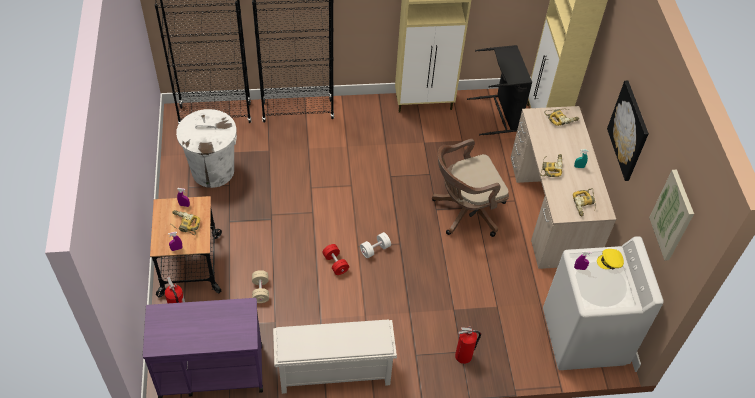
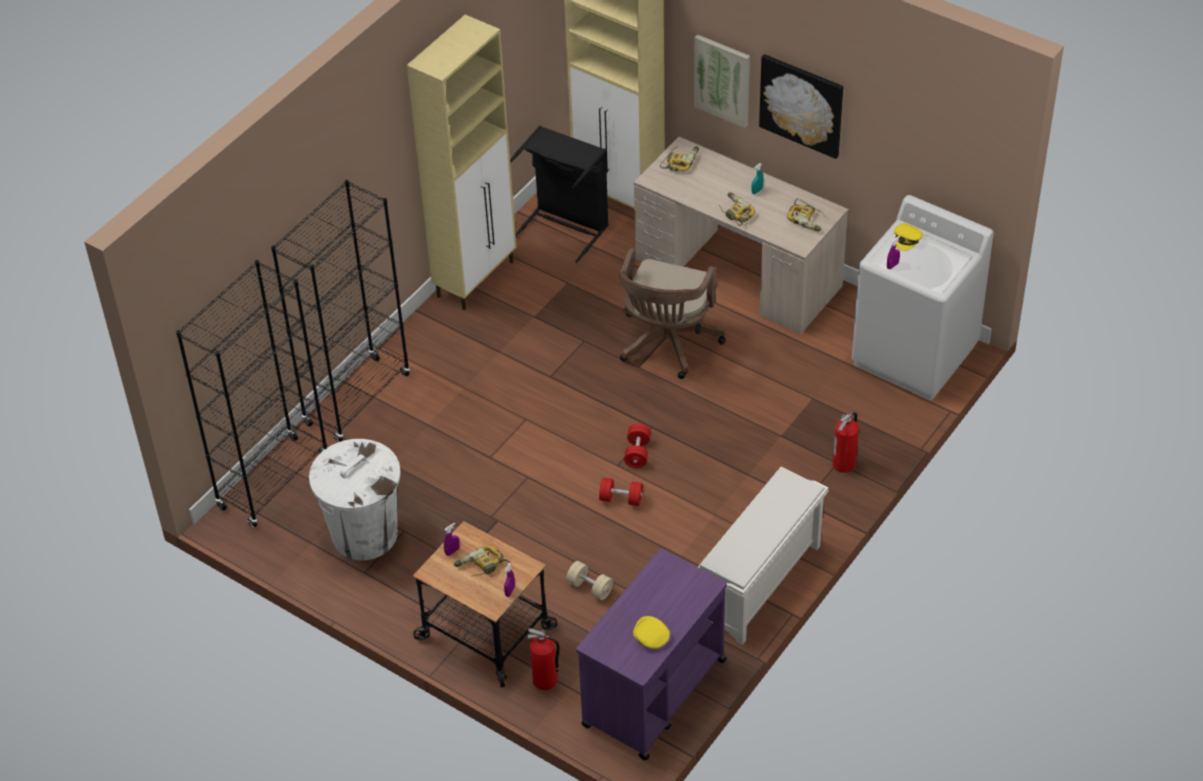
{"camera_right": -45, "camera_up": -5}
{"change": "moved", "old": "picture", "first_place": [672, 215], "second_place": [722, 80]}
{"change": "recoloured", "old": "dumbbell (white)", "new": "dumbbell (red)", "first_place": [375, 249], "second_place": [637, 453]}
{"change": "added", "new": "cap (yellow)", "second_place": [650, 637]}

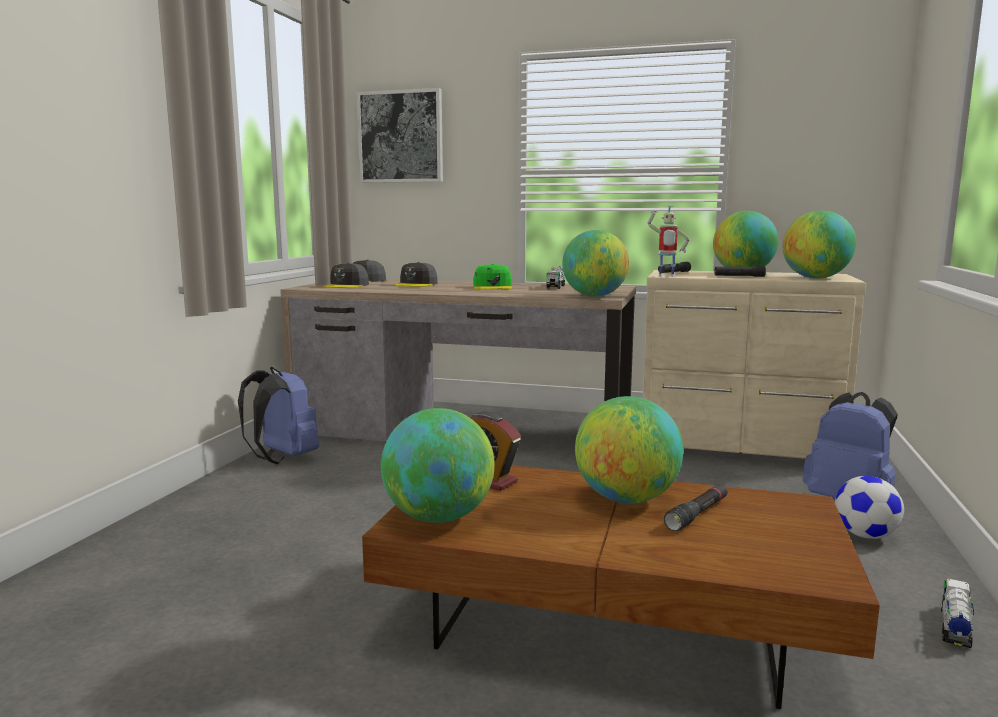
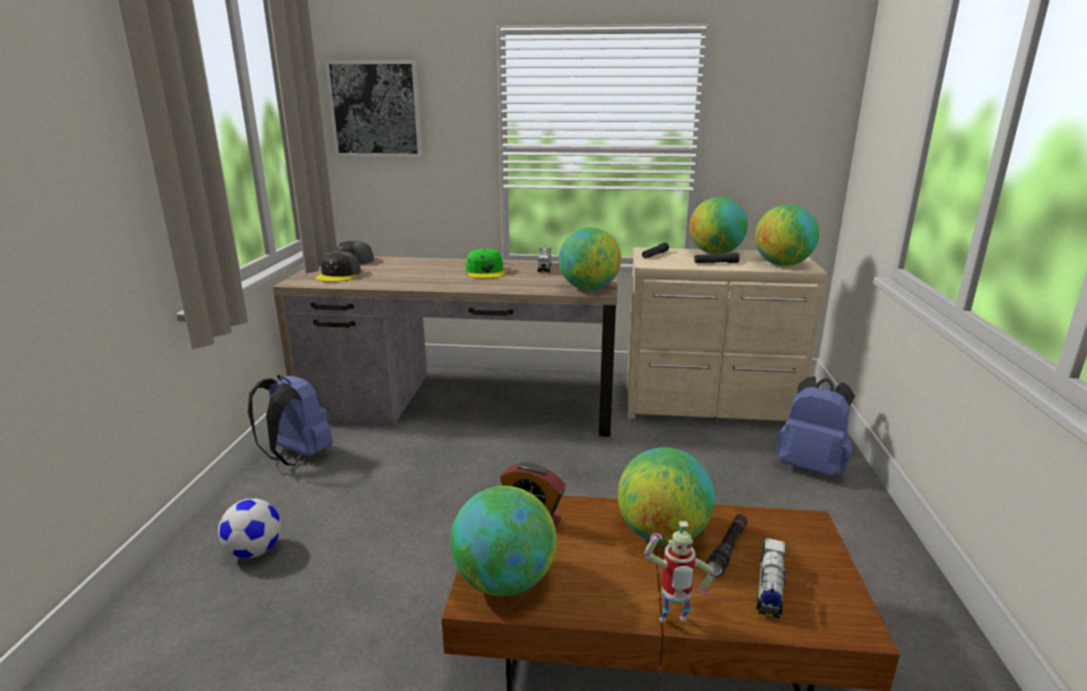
{"camera_right": -10, "camera_up": 10}
{"change": "moved", "old": "toy robot", "first_place": [666, 276], "second_place": [673, 622]}
{"change": "removed", "old": "cap (grey)", "first_place": [416, 284]}
{"change": "moved", "old": "football", "first_place": [865, 535], "second_place": [254, 551]}
{"change": "moved", "old": "toy truck", "first_place": [955, 627], "second_place": [769, 589]}

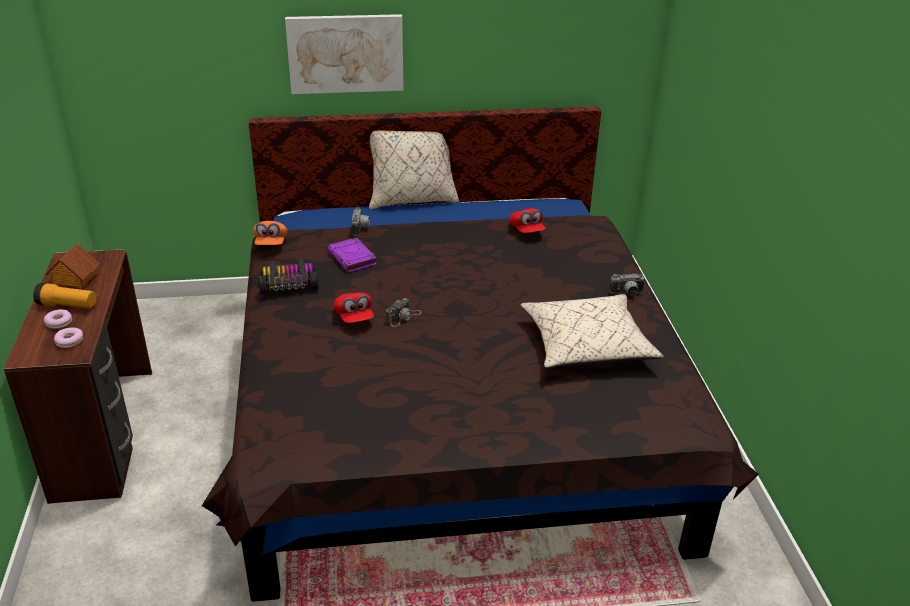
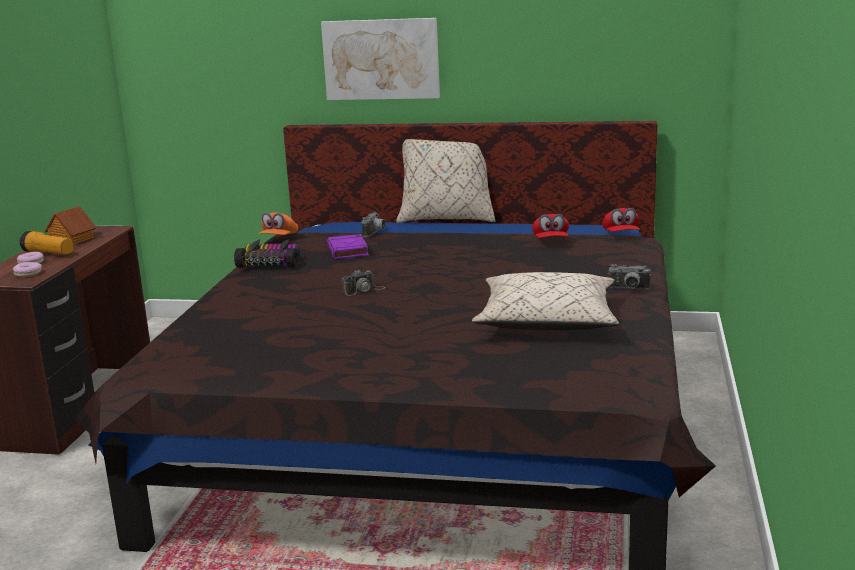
{"camera_right": 20, "camera_up": -15}
{"change": "moved", "old": "cap (red)", "first_place": [354, 317], "second_place": [621, 235]}

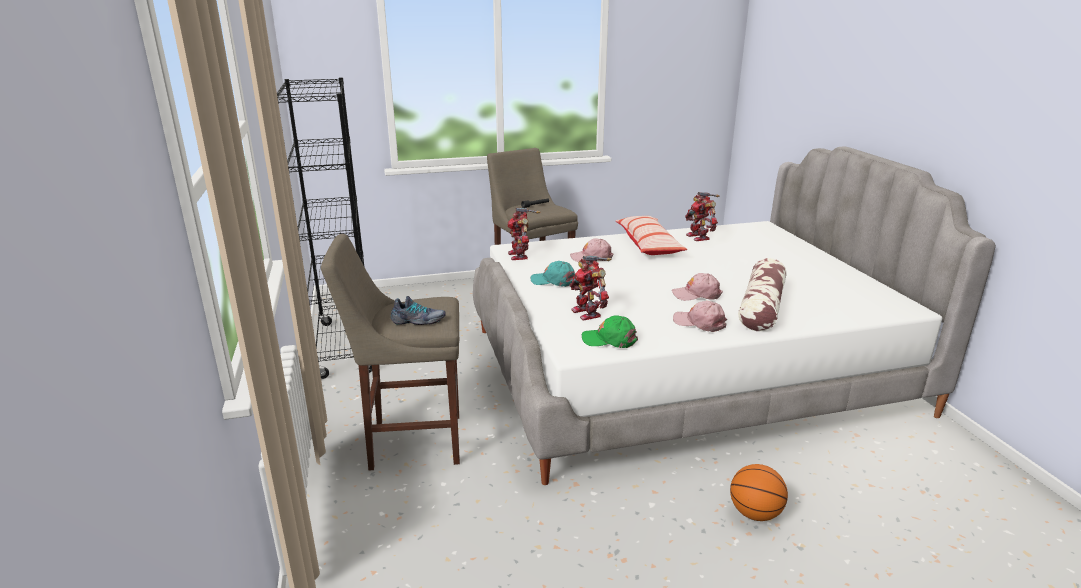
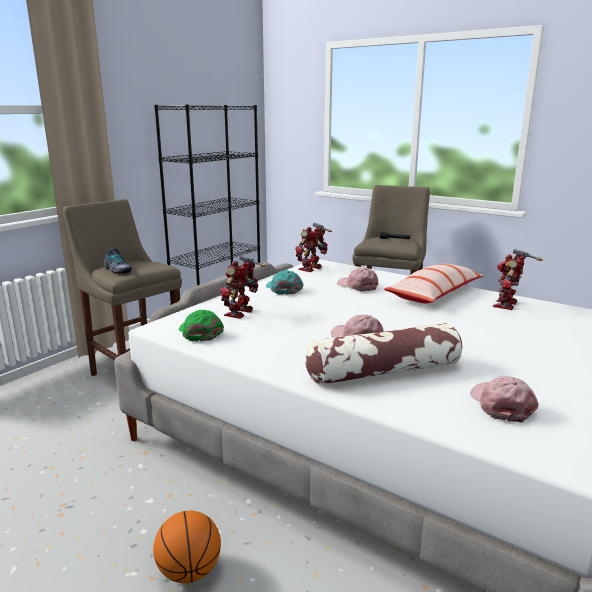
{"camera_right": 50, "camera_up": -5}
{"change": "moved", "old": "cap (pink)", "first_place": [699, 323], "second_place": [501, 404]}

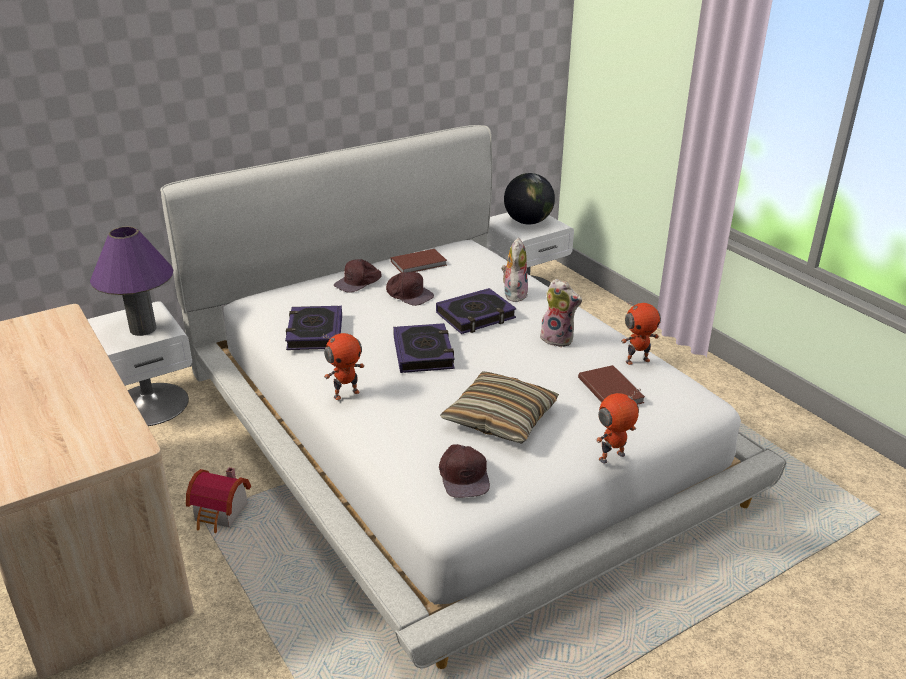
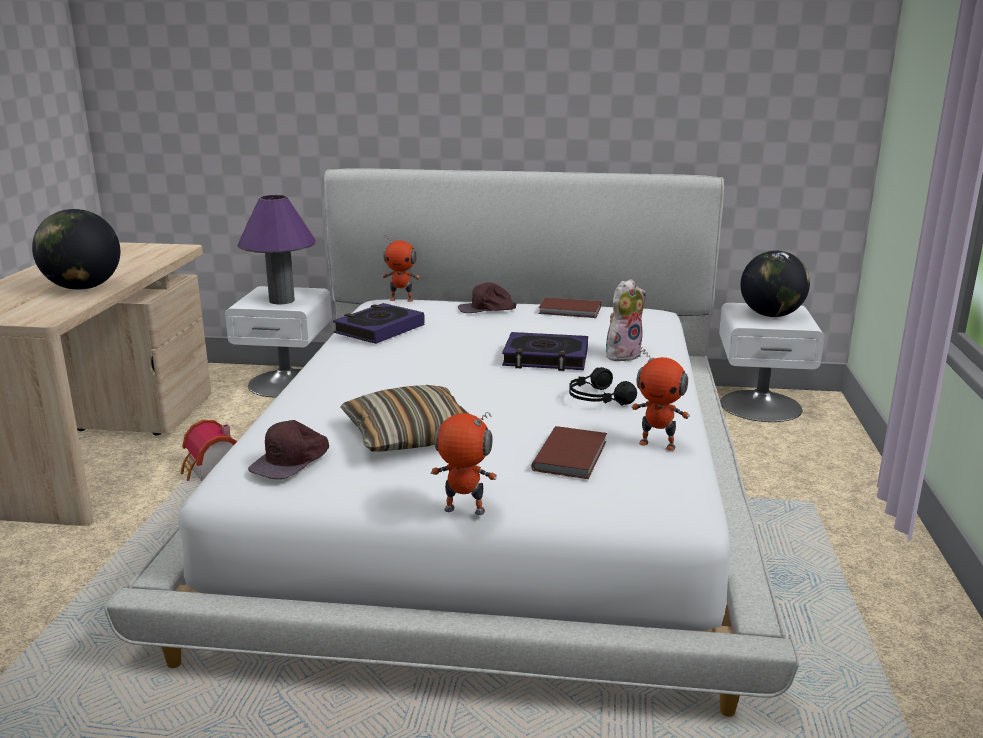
{"camera_right": 40, "camera_up": -10}
{"change": "removed", "old": "cap (brown)", "first_place": [409, 294]}
{"change": "replaced", "old": "plush toy", "new": "headphones (black)", "first_place": [558, 339], "second_place": [597, 399]}
{"change": "removed", "old": "book", "first_place": [423, 353]}
{"change": "moved", "old": "toy robot", "first_place": [346, 393], "second_place": [401, 299]}
{"change": "added", "new": "globe", "second_place": [83, 288]}

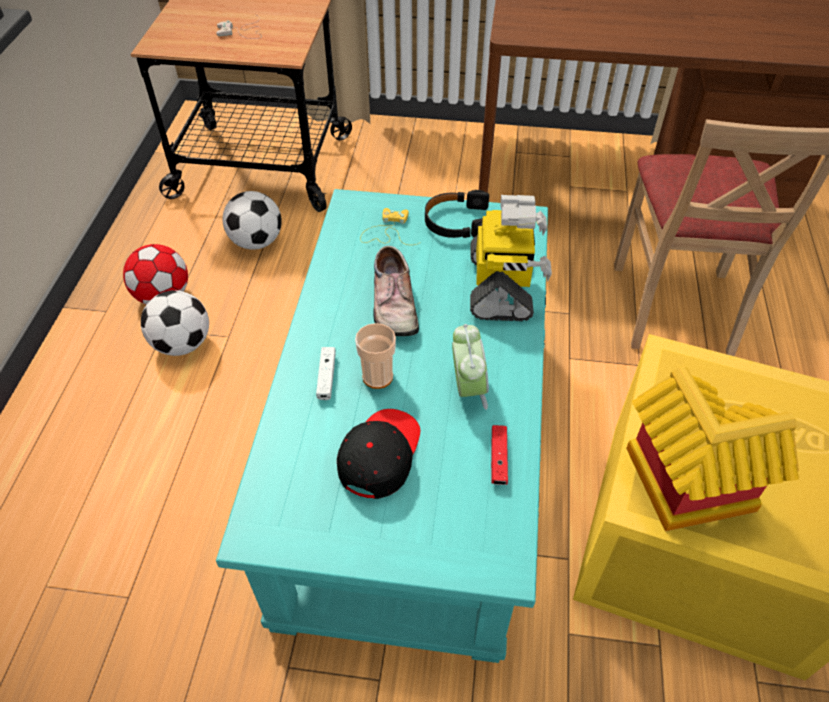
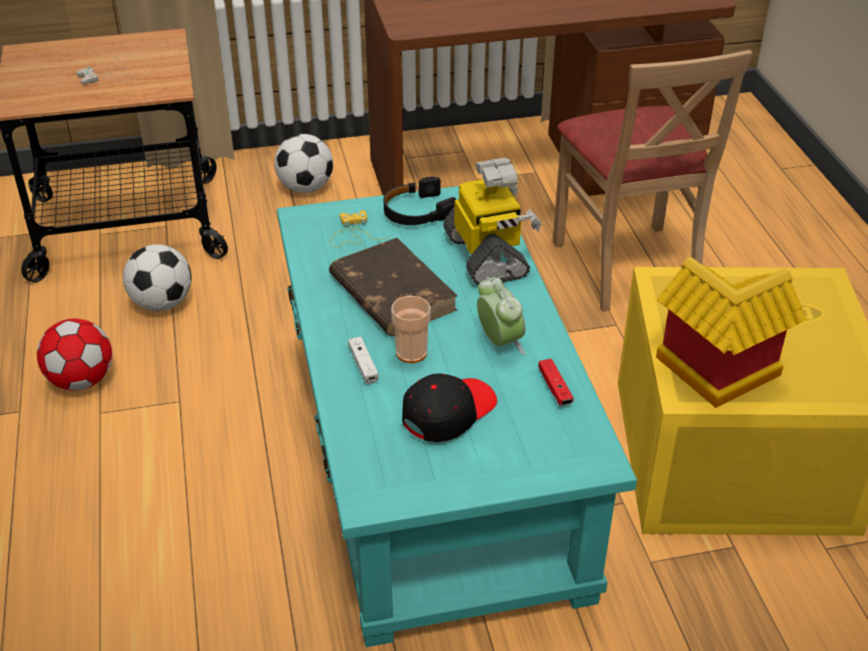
{"camera_right": -20, "camera_up": -10}
{"change": "replaced", "old": "shoe", "new": "book (brown)", "first_place": [392, 303], "second_place": [391, 292]}
{"change": "moved", "old": "football", "first_place": [183, 344], "second_place": [305, 187]}
{"change": "turned", "old": "cap (black)", "first_place": [379, 455], "second_place": [448, 412], "degrees": 45}

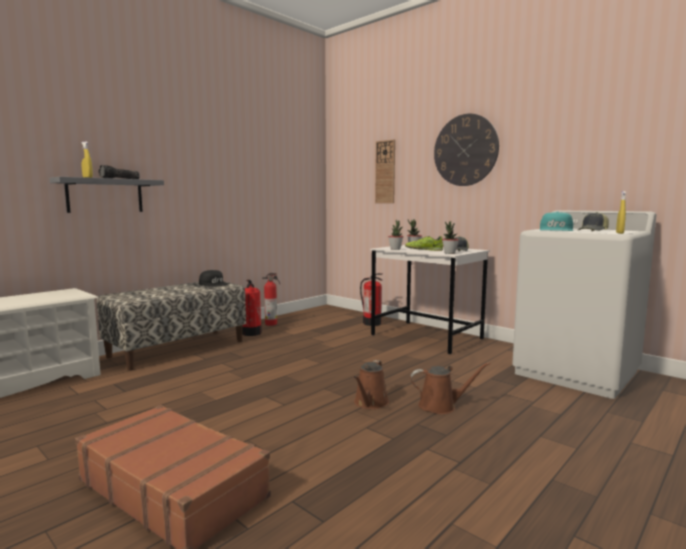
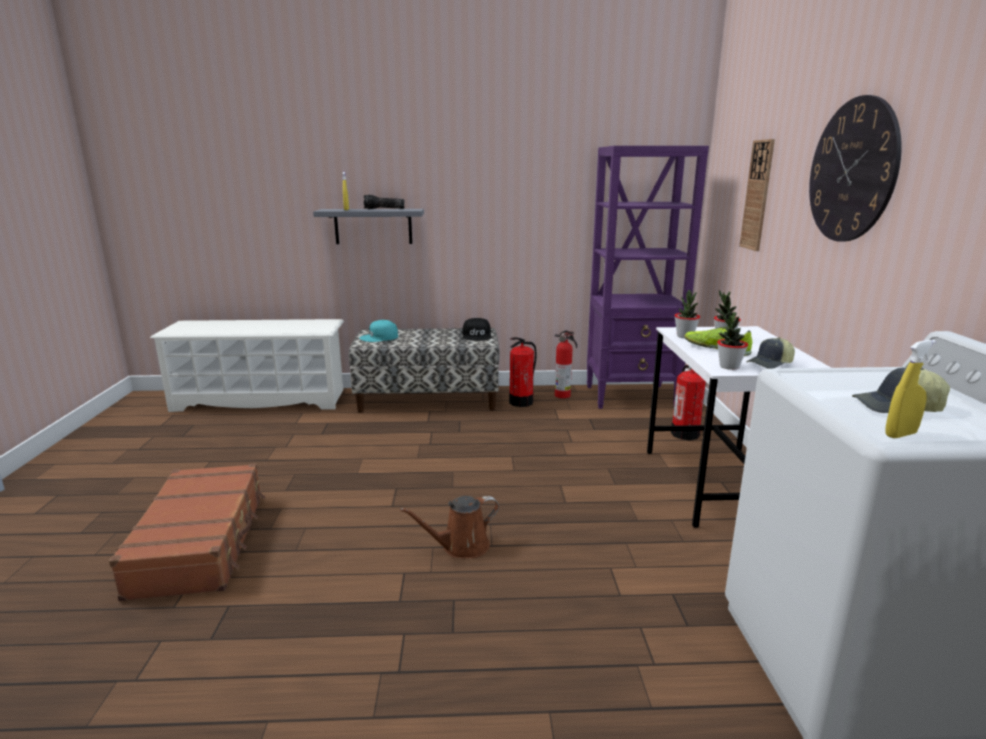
{"camera_right": 45, "camera_up": 10}
{"change": "moved", "old": "cap (turquoise)", "first_place": [556, 230], "second_place": [379, 337]}
{"change": "removed", "old": "watering can (brown)", "first_place": [441, 406]}
{"change": "added", "new": "bookcase (purple)", "second_place": [631, 396]}

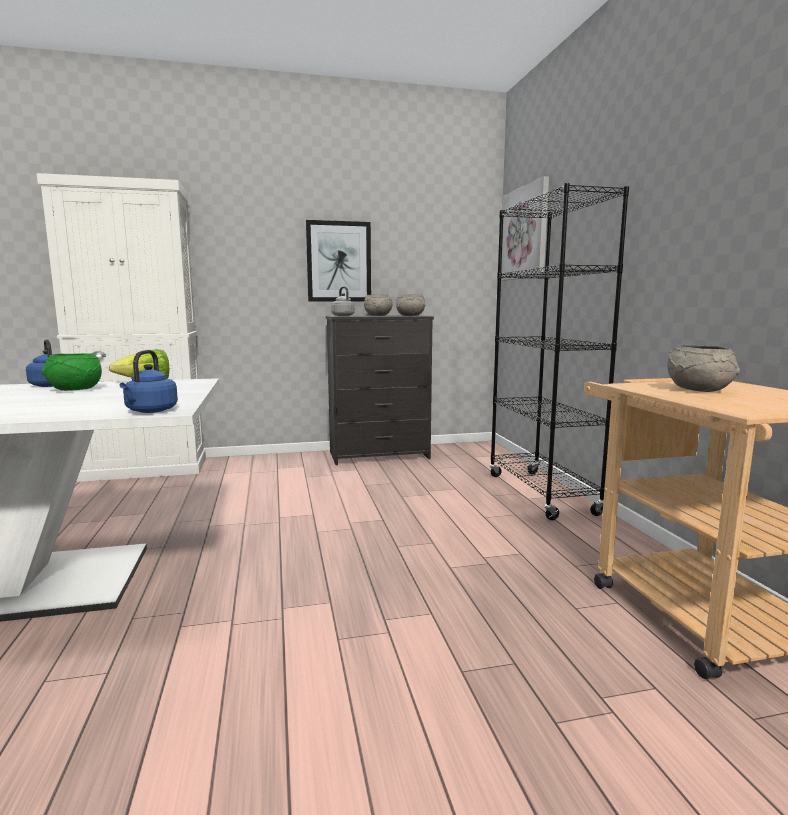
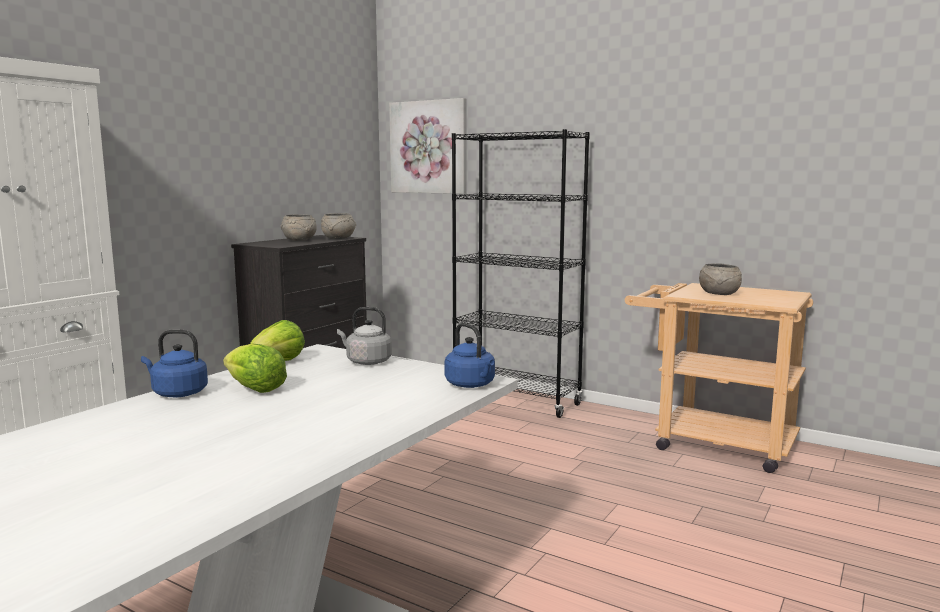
{"camera_right": -45, "camera_up": 0}
{"change": "removed", "old": "picture", "first_place": [339, 262]}
{"change": "moved", "old": "kettle (grey)", "first_place": [342, 316], "second_place": [366, 362]}
{"change": "replaced", "old": "bowl (green)", "new": "lettuce", "first_place": [74, 390], "second_place": [255, 389]}

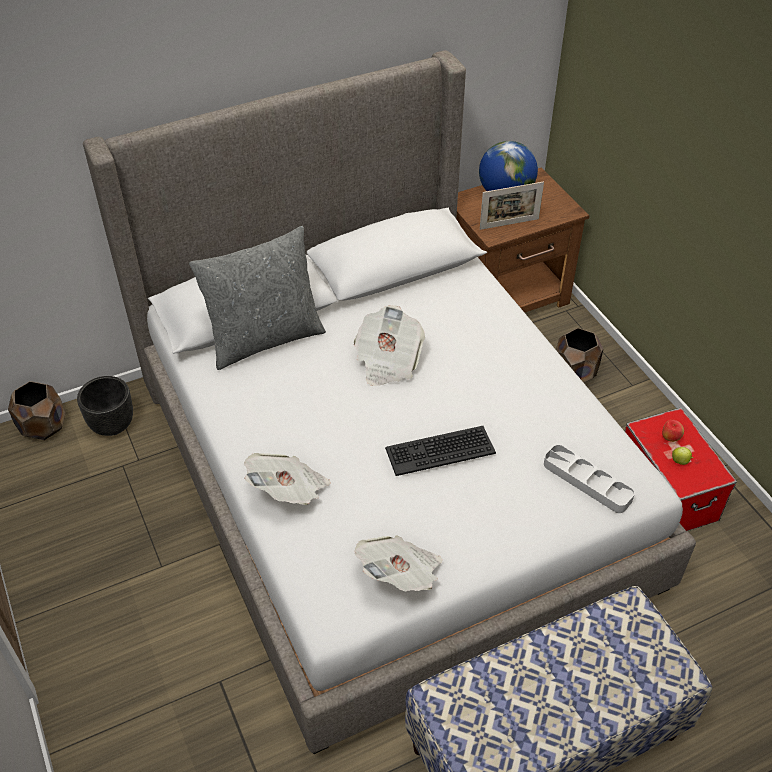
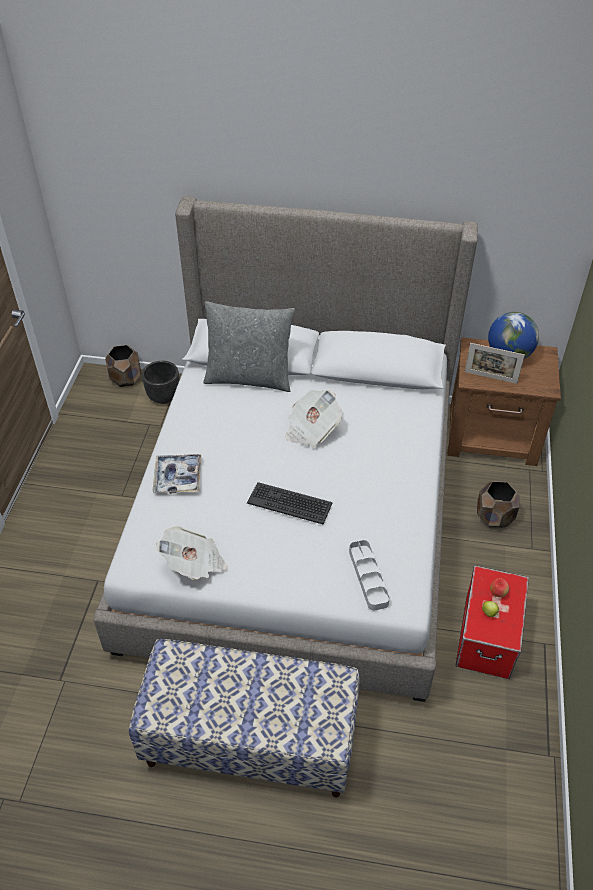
{"camera_right": 35, "camera_up": 0}
{"change": "replaced", "old": "newspaper", "new": "tray", "first_place": [289, 491], "second_place": [178, 477]}

